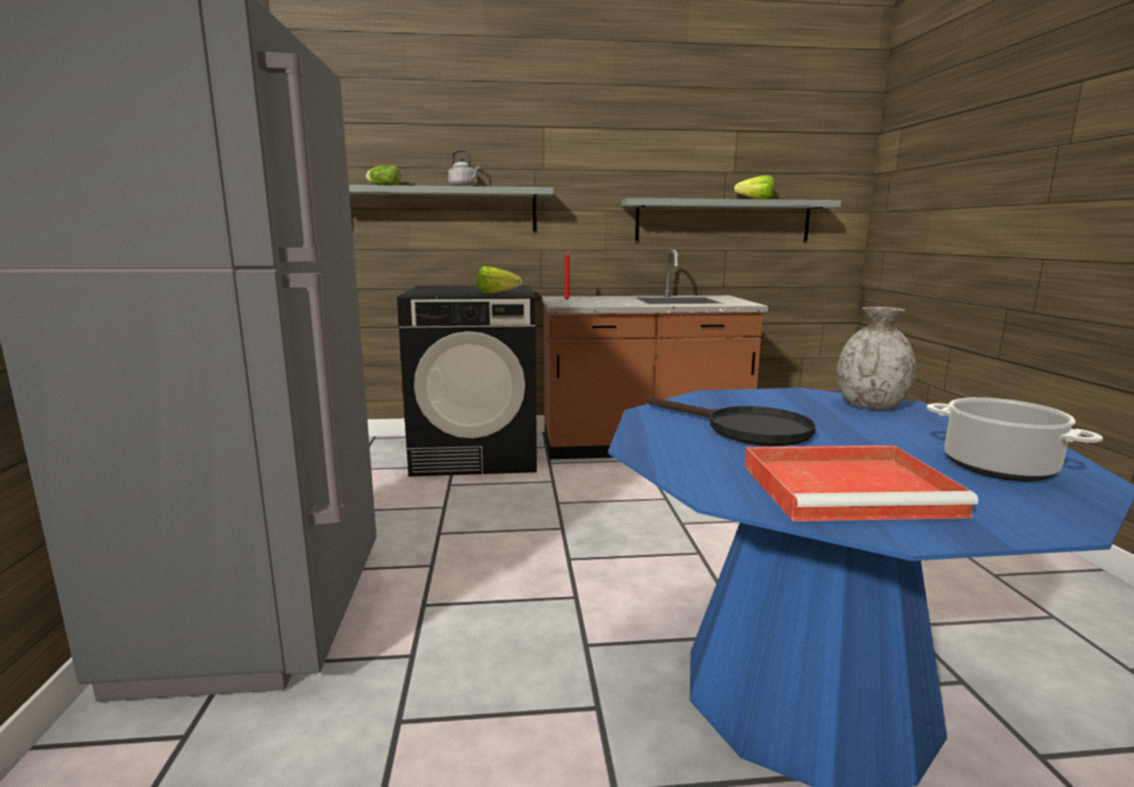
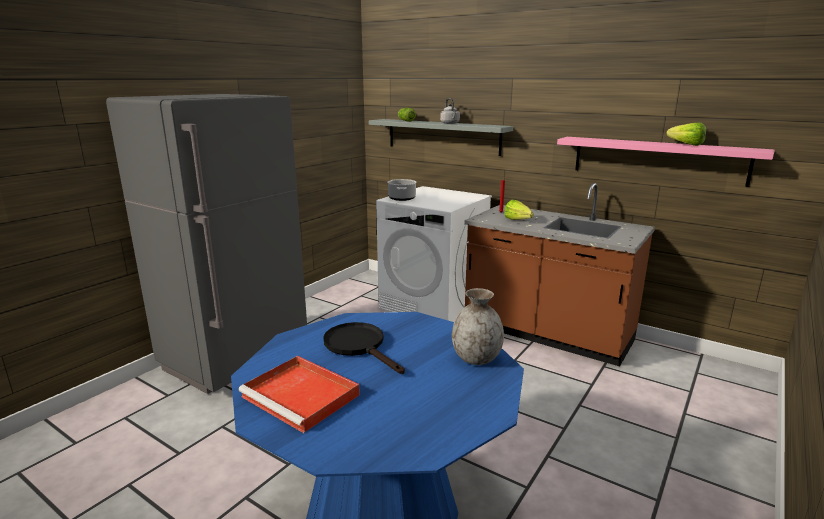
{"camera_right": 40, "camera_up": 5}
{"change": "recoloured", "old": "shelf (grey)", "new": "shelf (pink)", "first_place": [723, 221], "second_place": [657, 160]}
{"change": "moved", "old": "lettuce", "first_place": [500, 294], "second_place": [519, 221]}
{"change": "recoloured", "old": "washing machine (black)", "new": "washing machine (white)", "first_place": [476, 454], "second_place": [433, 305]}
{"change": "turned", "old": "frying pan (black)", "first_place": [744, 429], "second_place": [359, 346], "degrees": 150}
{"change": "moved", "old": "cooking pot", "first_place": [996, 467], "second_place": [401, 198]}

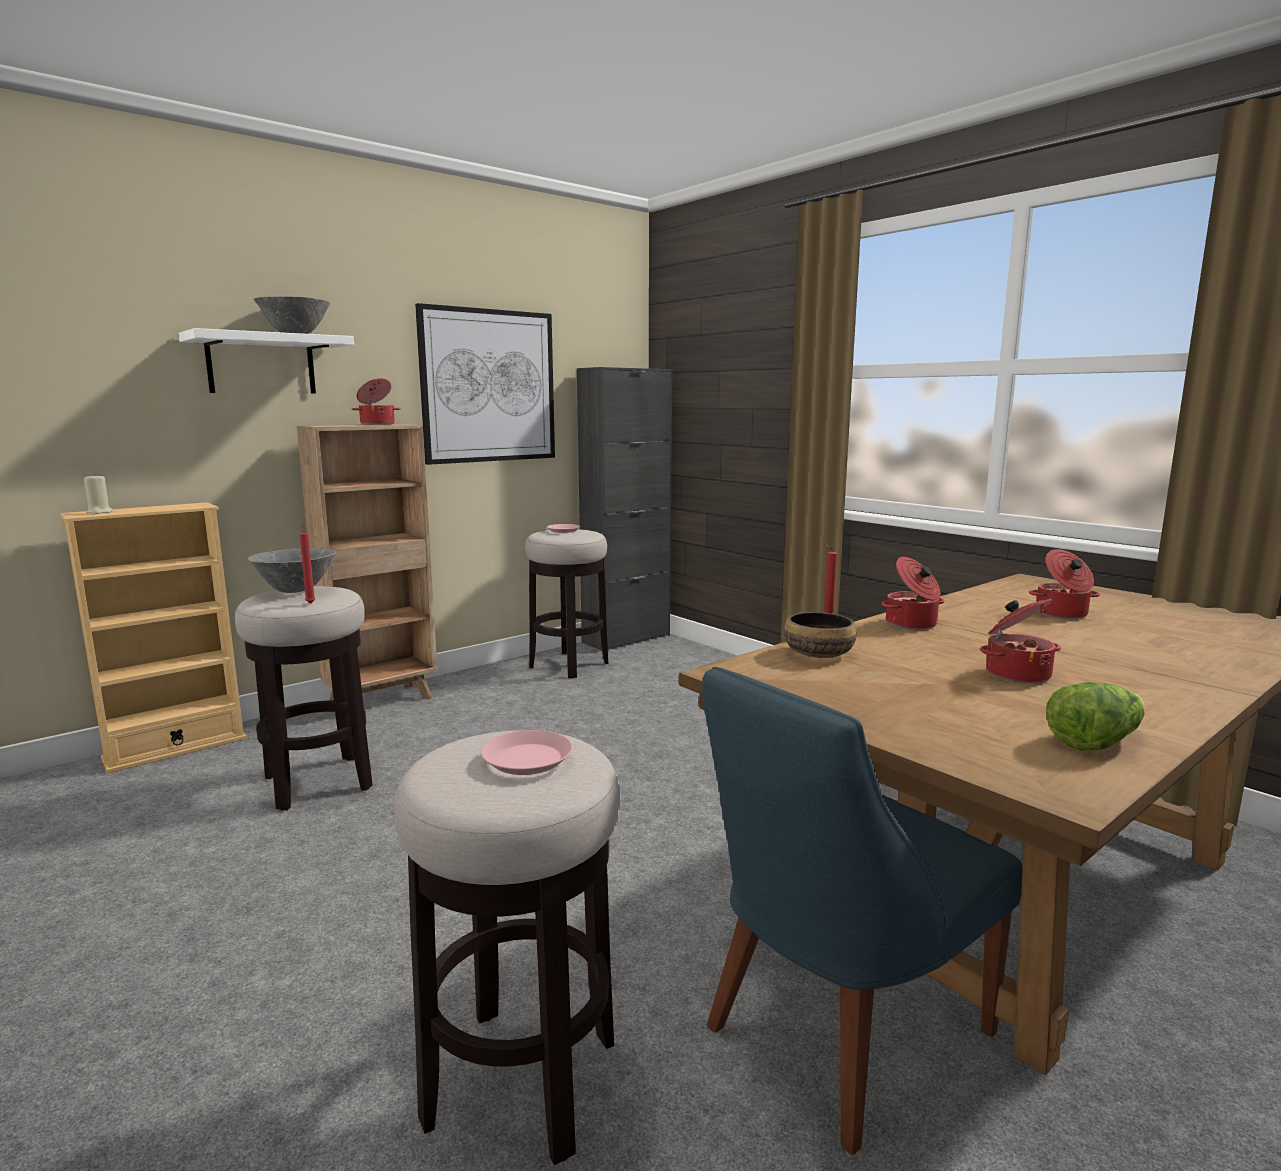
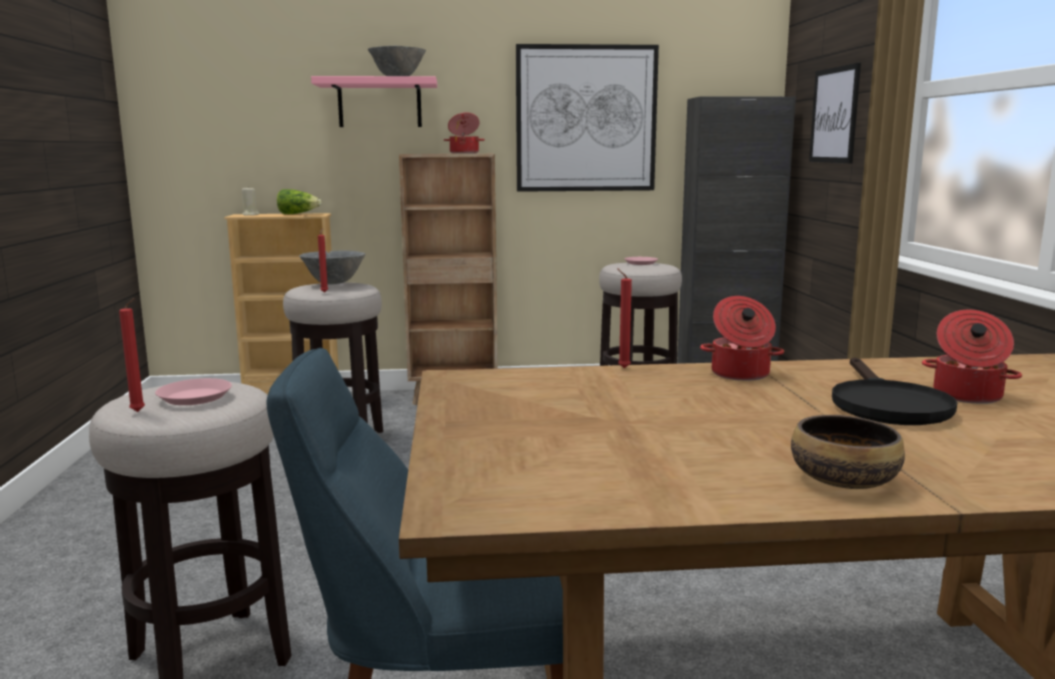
{"camera_right": 35, "camera_up": 0}
{"change": "recoloured", "old": "shelf (white)", "new": "shelf (pink)", "first_place": [261, 365], "second_place": [379, 103]}
{"change": "removed", "old": "cooking pot", "first_place": [1016, 674]}
{"change": "moved", "old": "bowl", "first_place": [817, 654], "second_place": [842, 480]}
{"change": "moved", "old": "lettuce", "first_place": [1094, 741], "second_place": [298, 214]}
{"change": "added", "new": "picture", "second_place": [834, 115]}
{"change": "added", "new": "candle (red)", "second_place": [139, 412]}
{"change": "added", "new": "frying pan (black)", "second_place": [885, 404]}

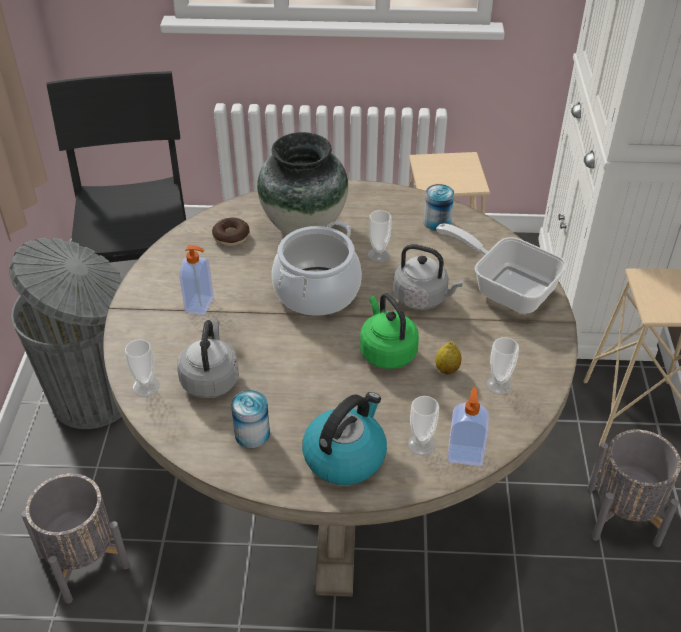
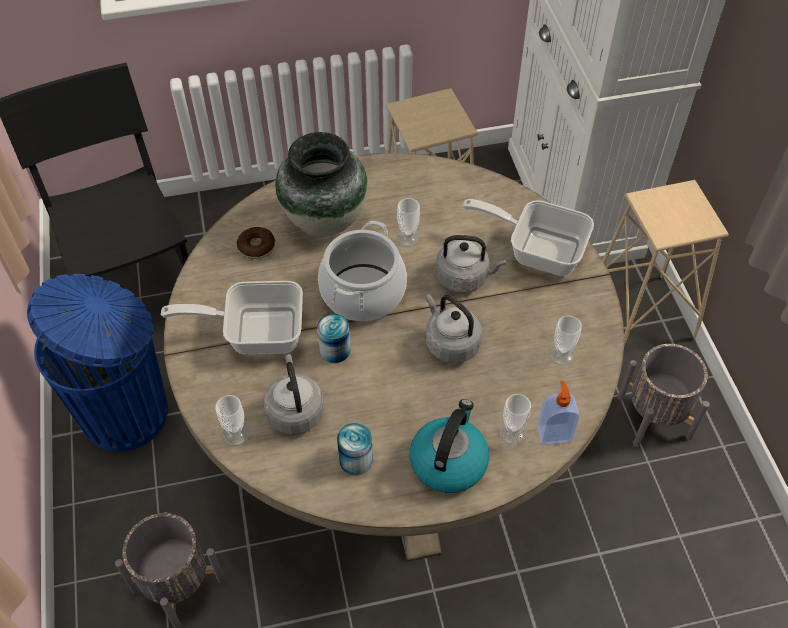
{"camera_right": -15, "camera_up": 10}
{"change": "moved", "old": "can", "first_place": [437, 222], "second_place": [335, 350]}
{"change": "recoloured", "old": "trash can (grey)", "new": "trash can (blue)", "first_place": [97, 396], "second_place": [128, 413]}
{"change": "replaced", "old": "soap dispenser", "new": "frying pan", "first_place": [200, 305], "second_place": [254, 331]}
{"change": "recoloured", "old": "kettle (green)", "new": "kettle (grey)", "first_place": [386, 351], "second_place": [450, 343]}
{"change": "removed", "old": "lemon", "first_place": [447, 369]}

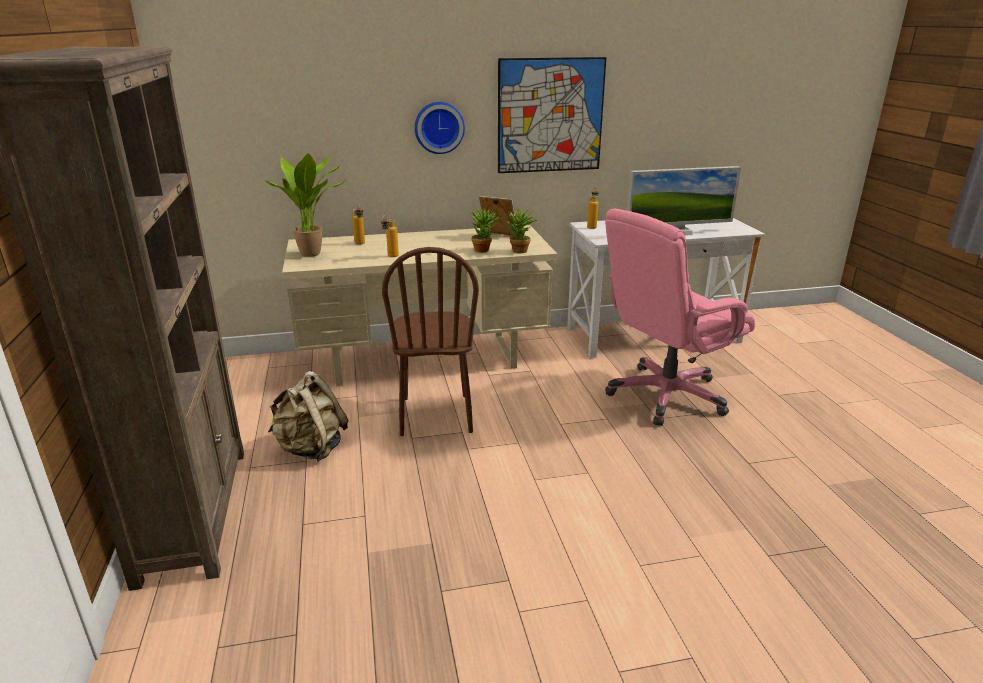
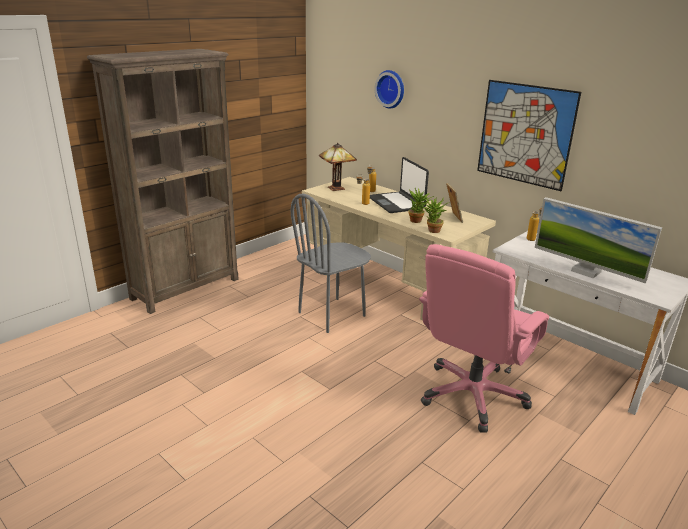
{"camera_right": 55, "camera_up": 0}
{"change": "moved", "old": "wall clock", "first_place": [439, 127], "second_place": [391, 89]}
{"change": "replaced", "old": "potted plant", "new": "table lamp", "first_place": [314, 254], "second_place": [337, 188]}
{"change": "turned", "old": "office chair (pink)", "first_place": [666, 396], "second_place": [472, 395], "degrees": -75}
{"change": "recoloured", "old": "chair (brown)", "new": "chair (grey)", "first_place": [435, 415], "second_place": [332, 314]}
{"change": "removed", "old": "backpack (beige)", "first_place": [311, 448]}
{"change": "added", "new": "laptop", "second_place": [396, 203]}

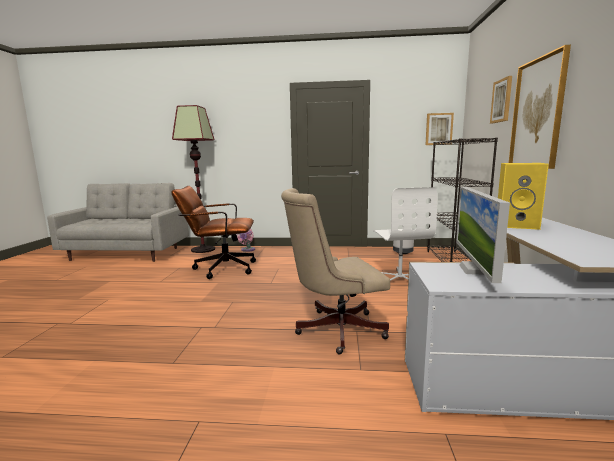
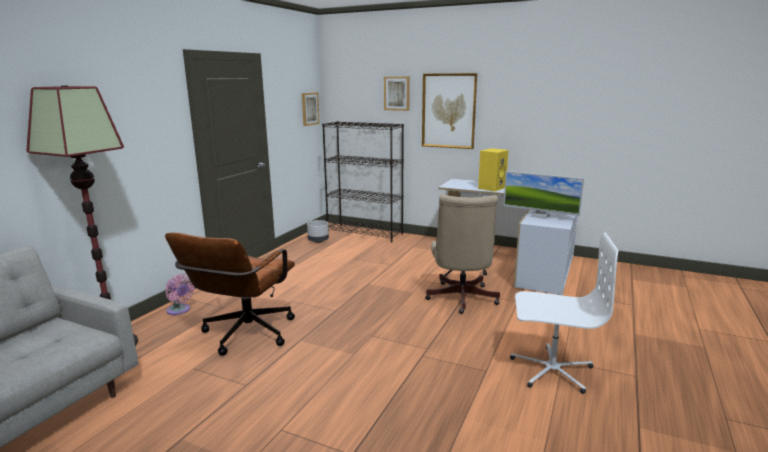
{"camera_right": -70, "camera_up": 5}
{"change": "moved", "old": "office chair (white)", "first_place": [400, 279], "second_place": [551, 370]}

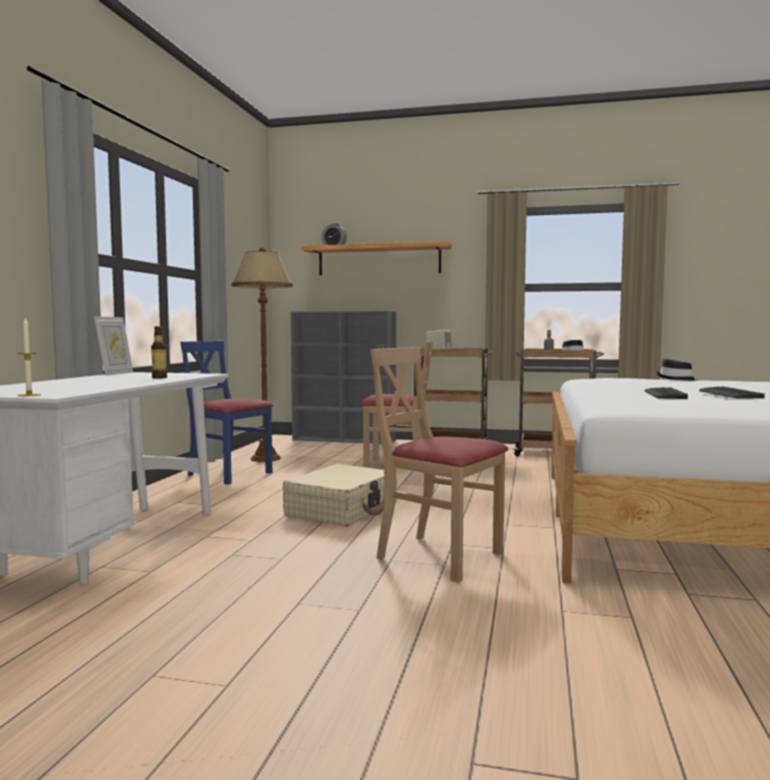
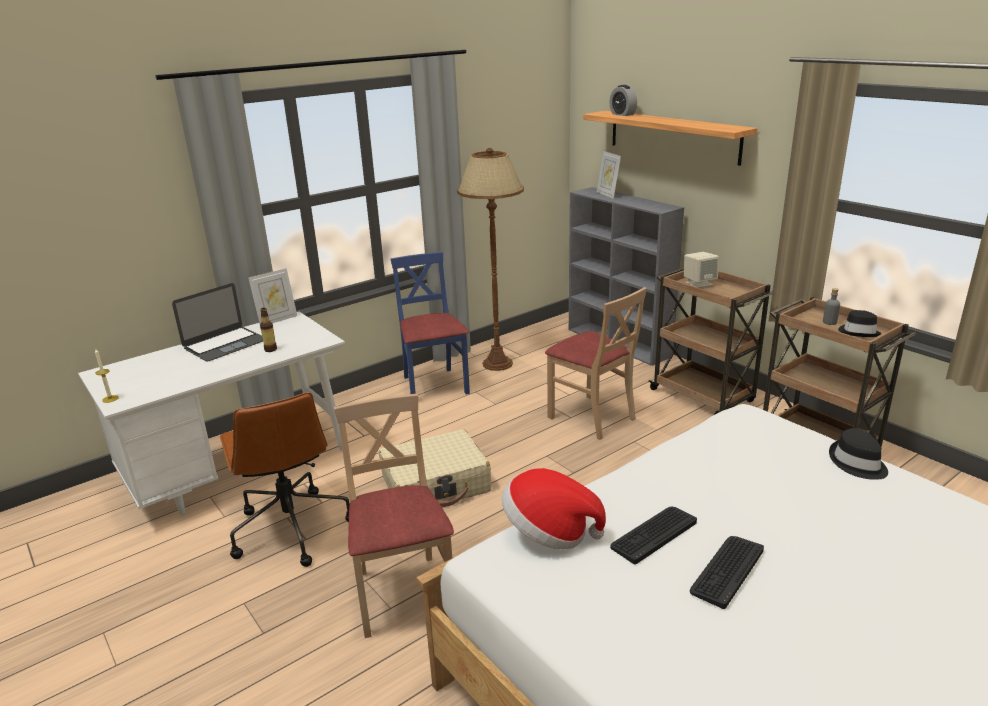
{"camera_right": 40, "camera_up": 20}
{"change": "added", "new": "picture frame", "second_place": [607, 194]}
{"change": "added", "new": "laptop", "second_place": [225, 344]}
{"change": "added", "new": "office chair (brown)", "second_place": [291, 528]}
{"change": "added", "new": "hat", "second_place": [549, 532]}

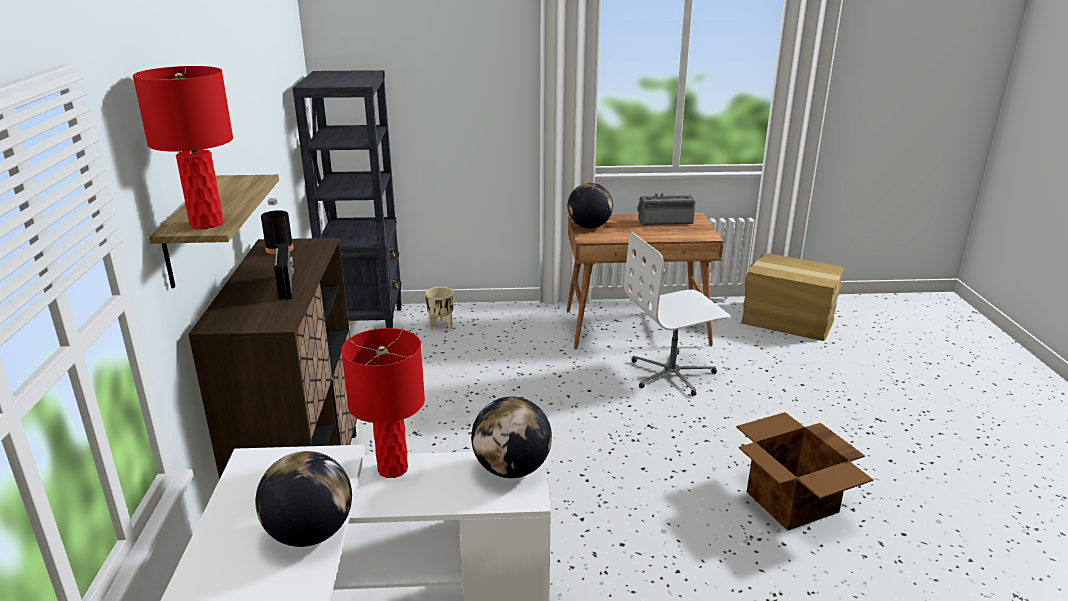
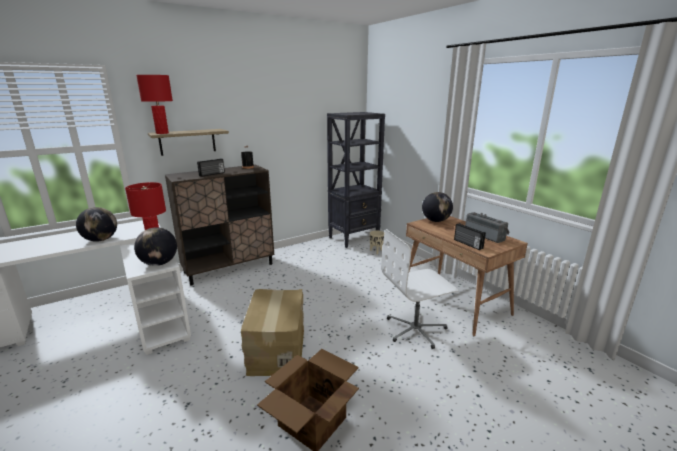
{"camera_right": 60, "camera_up": -5}
{"change": "turned", "old": "office chair (white)", "first_place": [672, 374], "second_place": [416, 329], "degrees": -60}
{"change": "moved", "old": "cardboard box", "first_place": [787, 320], "second_place": [276, 349]}
{"change": "added", "new": "radio", "second_place": [467, 244]}

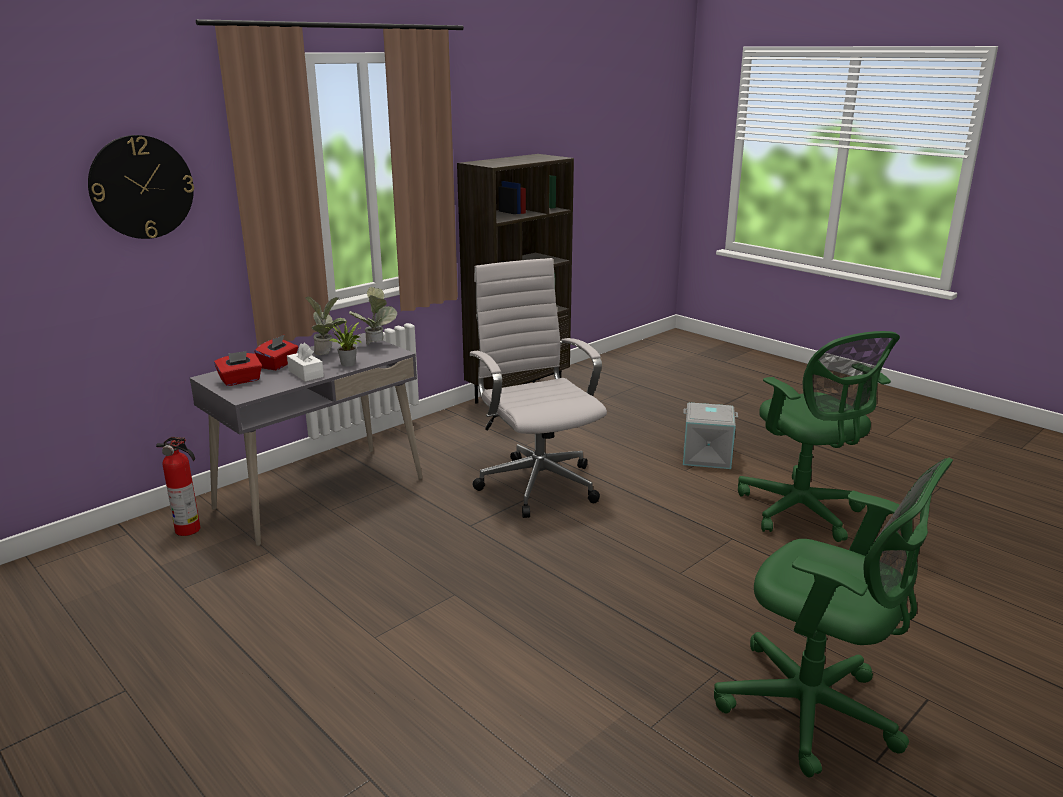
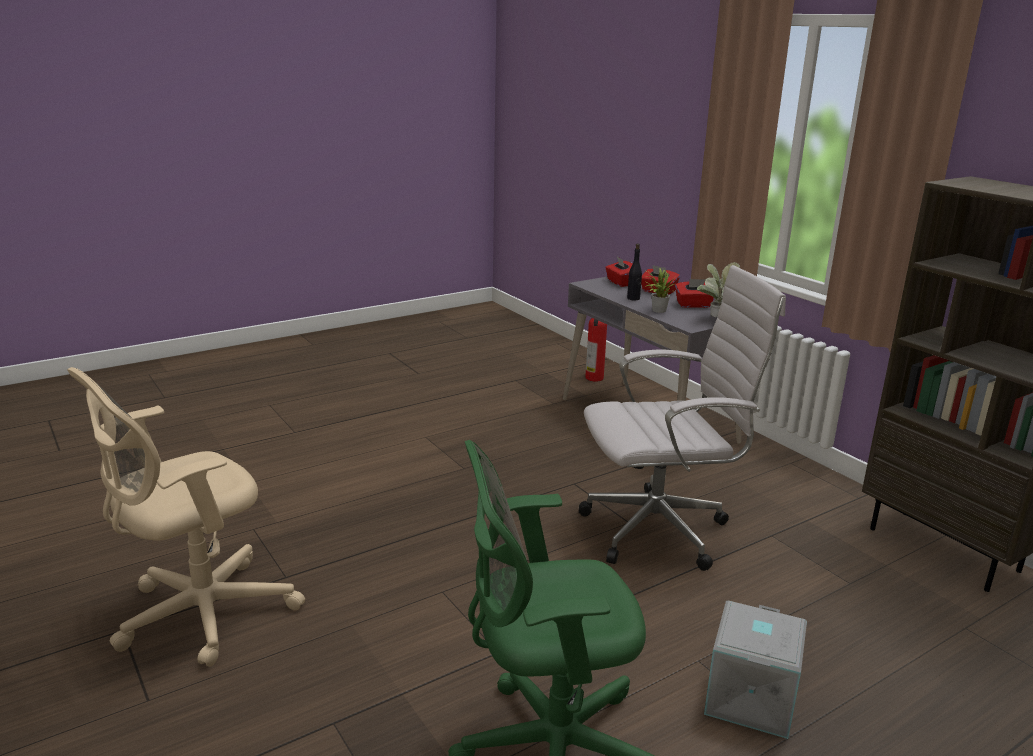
{"camera_right": 100, "camera_up": 0}
{"change": "removed", "old": "wall clock", "first_place": [141, 187]}
{"change": "replaced", "old": "potted plant", "new": "tissue box (red)", "first_place": [328, 352], "second_place": [693, 305]}
{"change": "replaced", "old": "tissue box (white)", "new": "bottle (black)", "first_place": [306, 374], "second_place": [633, 298]}
{"change": "recoloured", "old": "office chair (green)", "new": "office chair (beige)", "first_place": [814, 712], "second_place": [198, 615]}

